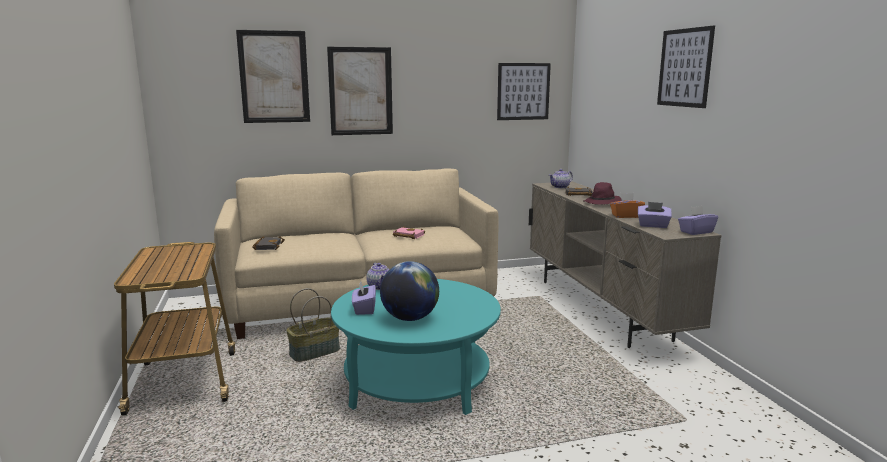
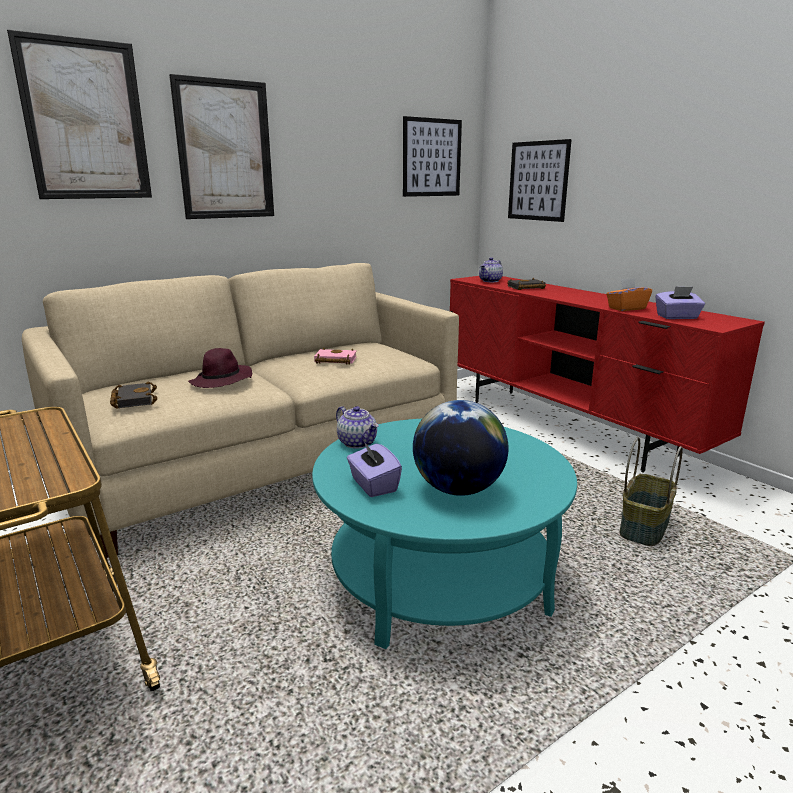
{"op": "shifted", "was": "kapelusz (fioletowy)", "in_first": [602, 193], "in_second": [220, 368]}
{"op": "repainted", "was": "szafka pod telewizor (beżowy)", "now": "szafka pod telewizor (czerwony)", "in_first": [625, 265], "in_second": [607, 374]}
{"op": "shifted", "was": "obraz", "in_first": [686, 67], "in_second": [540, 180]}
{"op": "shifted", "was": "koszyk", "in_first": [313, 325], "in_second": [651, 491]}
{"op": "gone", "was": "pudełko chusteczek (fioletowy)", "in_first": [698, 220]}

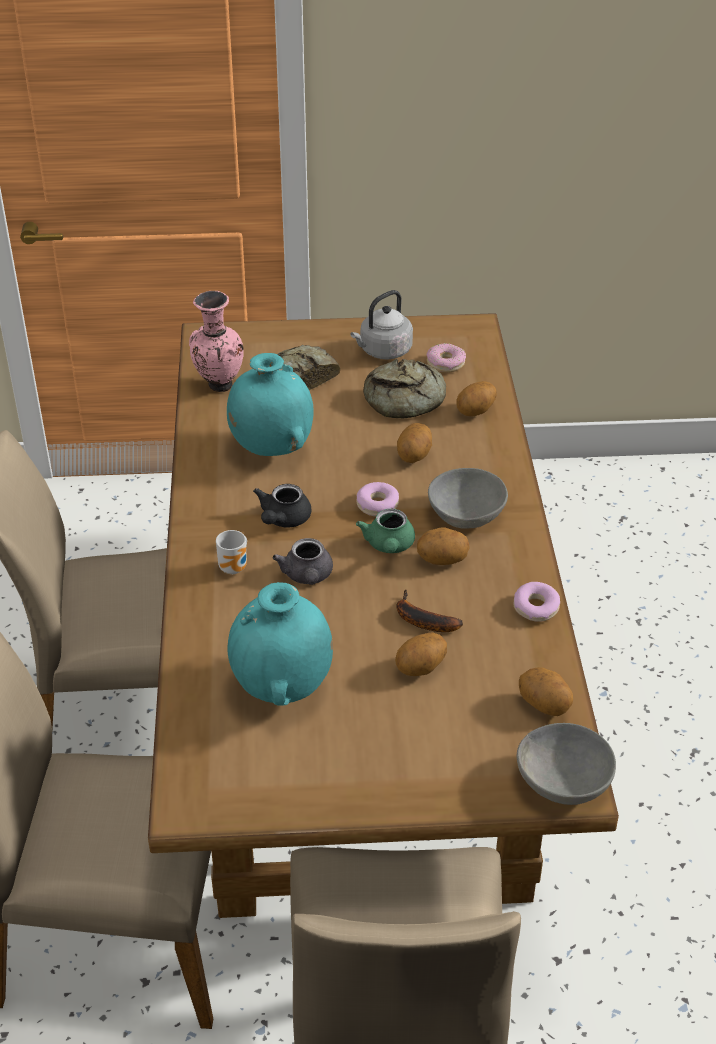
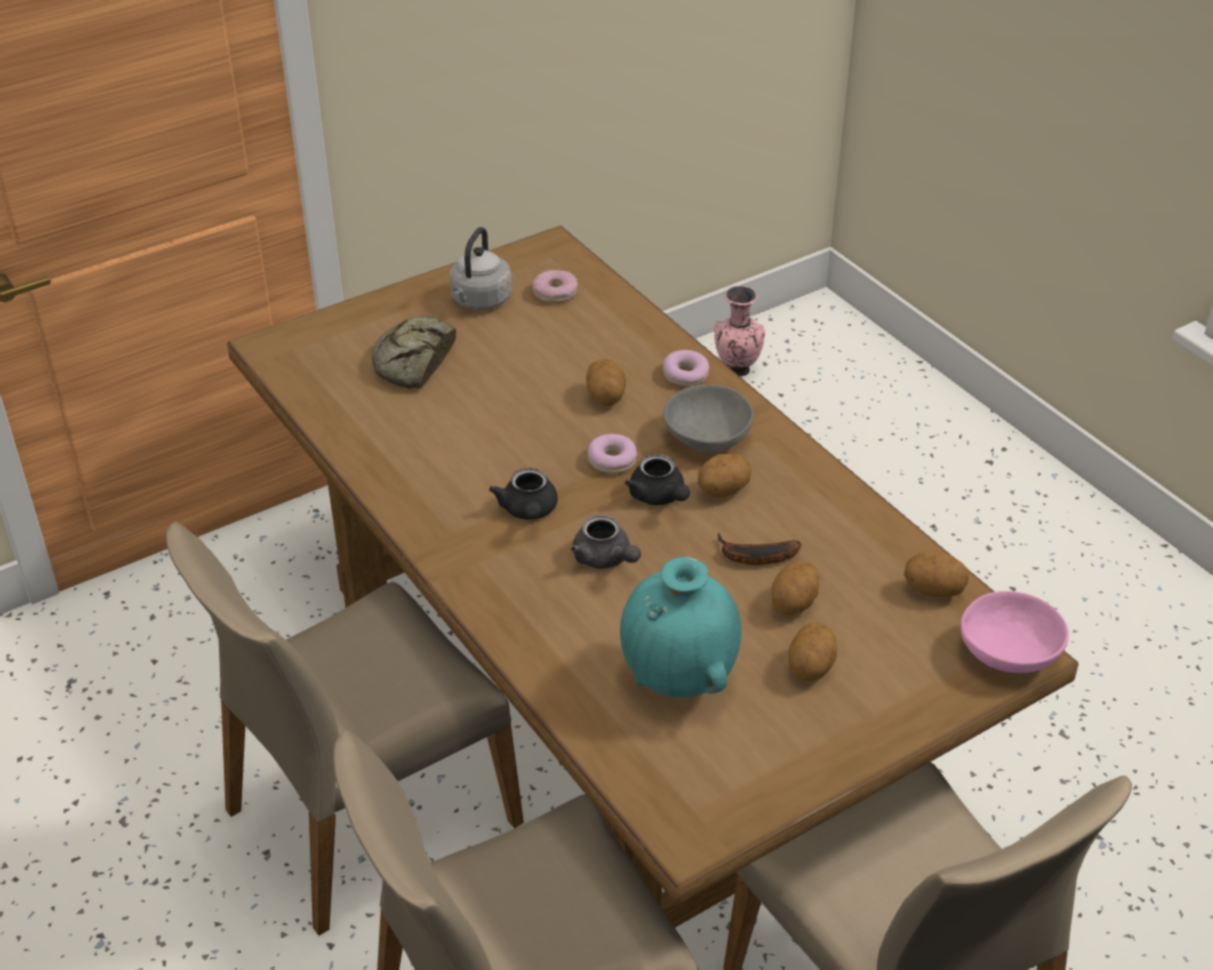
{"op": "repainted", "was": "imbryk (zielony)", "now": "imbryk (czarny)", "in_first": [385, 531], "in_second": [657, 479]}
{"op": "shifted", "was": "donut", "in_first": [536, 602], "in_second": [686, 368]}
{"op": "shifted", "was": "wazon (różowy)", "in_first": [216, 341], "in_second": [739, 331]}
{"op": "shifted", "was": "ziemniak", "in_first": [476, 398], "in_second": [812, 651]}
{"op": "repainted", "was": "miska (szary)", "now": "miska (różowy)", "in_first": [566, 764], "in_second": [1015, 632]}
{"op": "gone", "was": "kubek", "in_first": [231, 552]}
{"op": "gone", "was": "wazon (turkusowy)", "in_first": [270, 404]}
{"op": "gone", "was": "chleb", "in_first": [404, 388]}

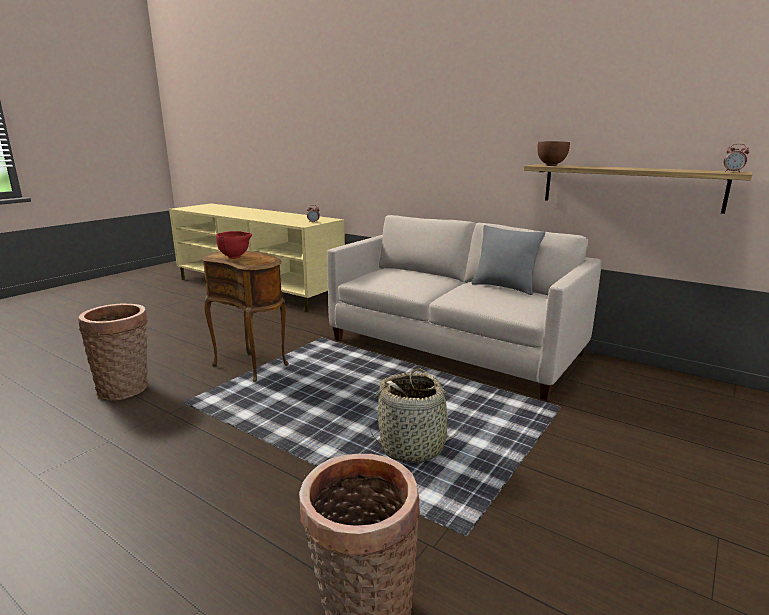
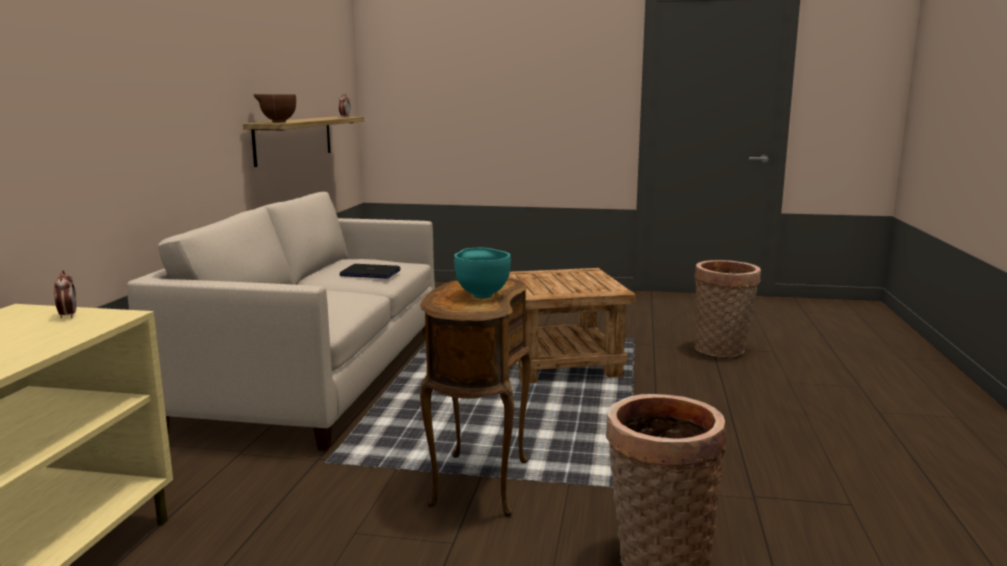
{"op": "new", "now": "laptop", "in_second": [370, 271]}
{"op": "repainted", "was": "miska (czerwony)", "now": "miska (turkusowy)", "in_first": [234, 245], "in_second": [482, 273]}
{"op": "swapped", "was": "koszyk", "now": "stolik (brązowy)", "in_first": [417, 416], "in_second": [572, 325]}
{"op": "gone", "was": "poduszka (szary)", "in_first": [508, 260]}

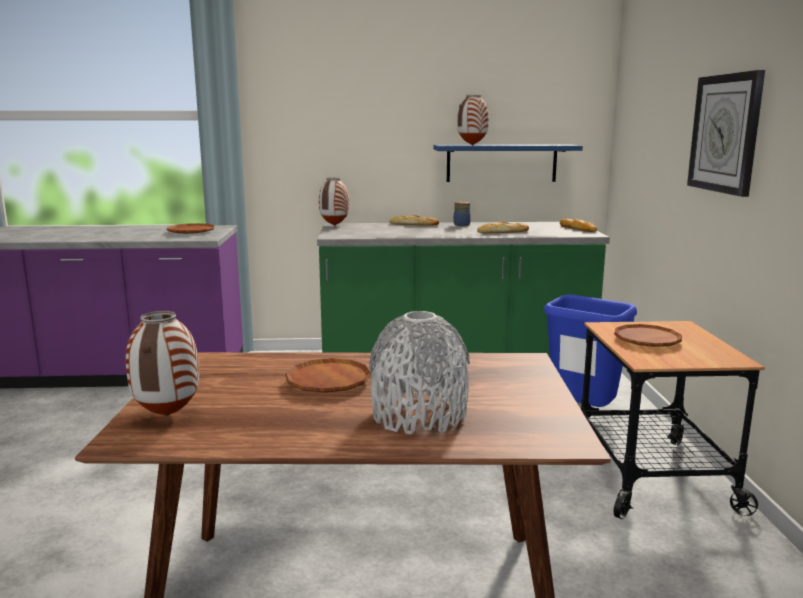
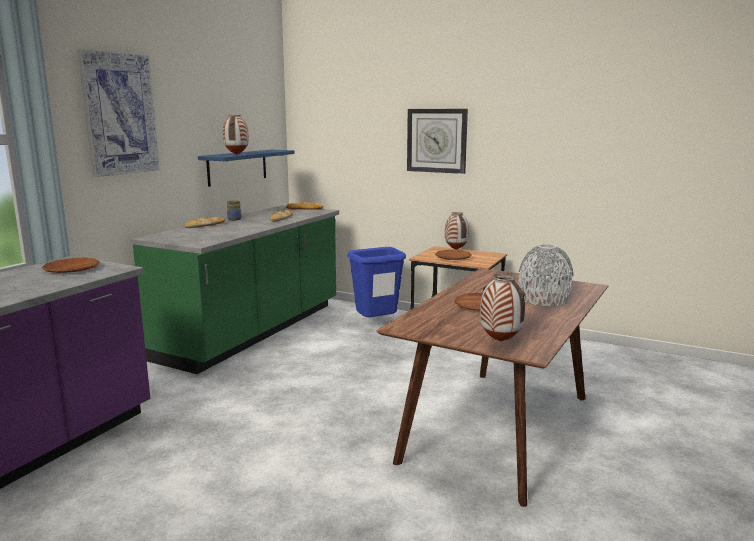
{"op": "new", "now": "obraz", "in_second": [118, 113]}
{"op": "shifted", "was": "wazon", "in_first": [334, 202], "in_second": [457, 231]}

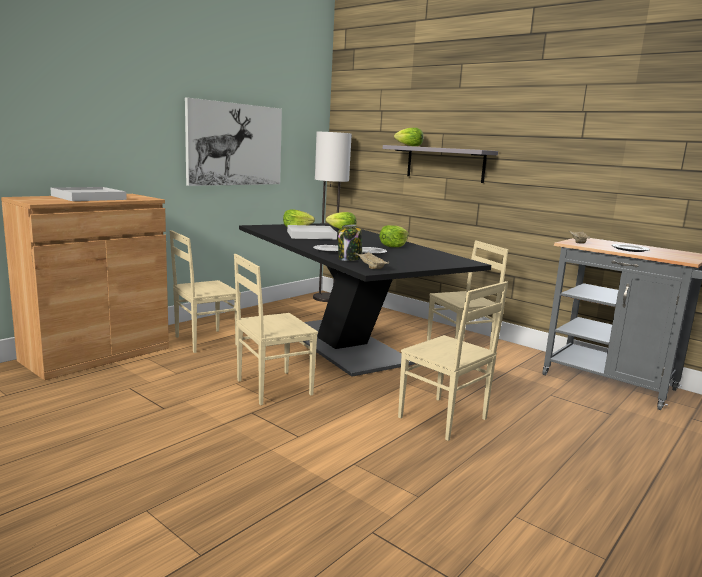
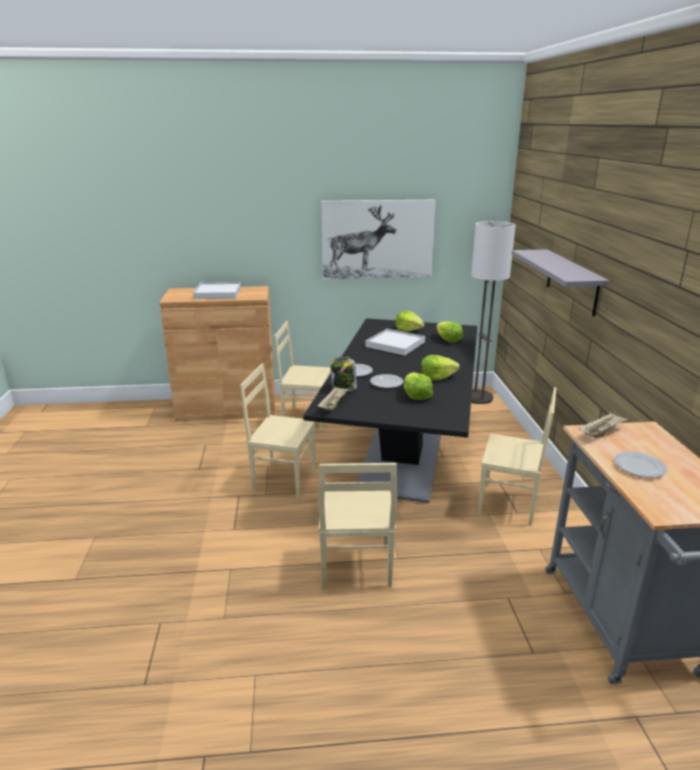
{"op": "shifted", "was": "sałata", "in_first": [408, 137], "in_second": [418, 386]}

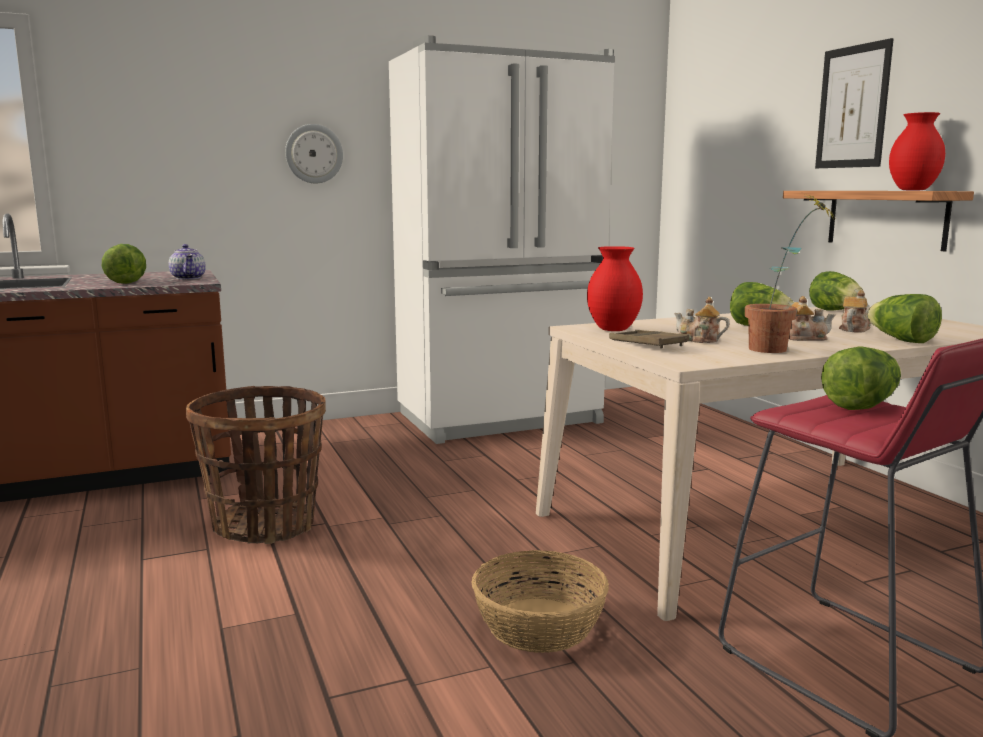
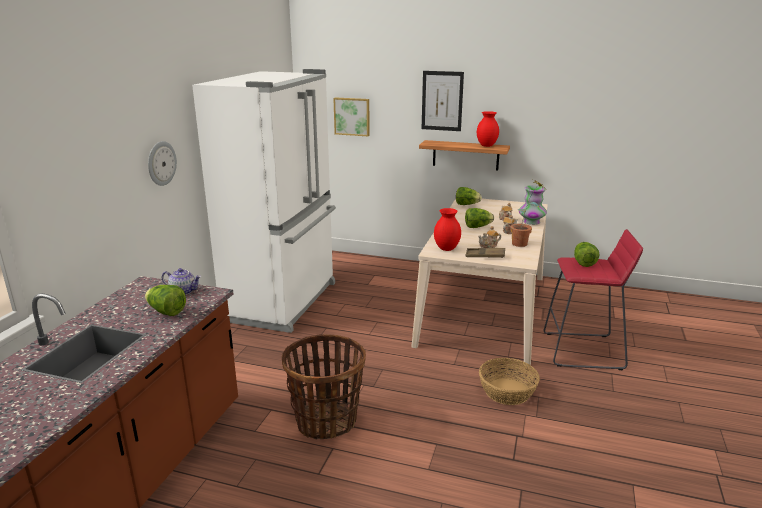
{"op": "new", "now": "obraz", "in_second": [351, 117]}
{"op": "swapped", "was": "sałata", "now": "wazon", "in_first": [904, 318], "in_second": [533, 205]}

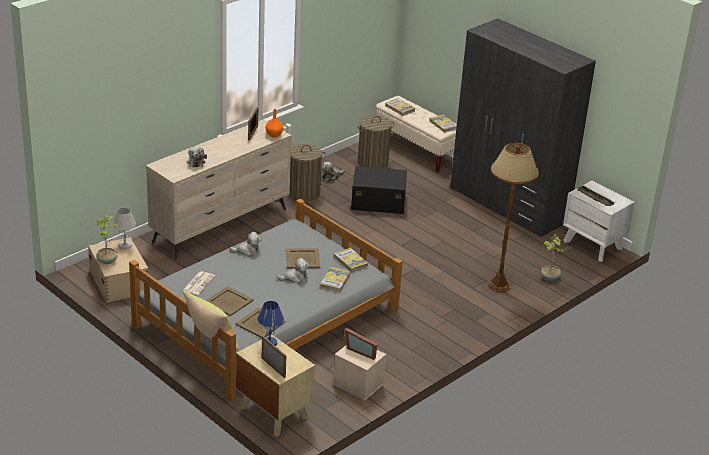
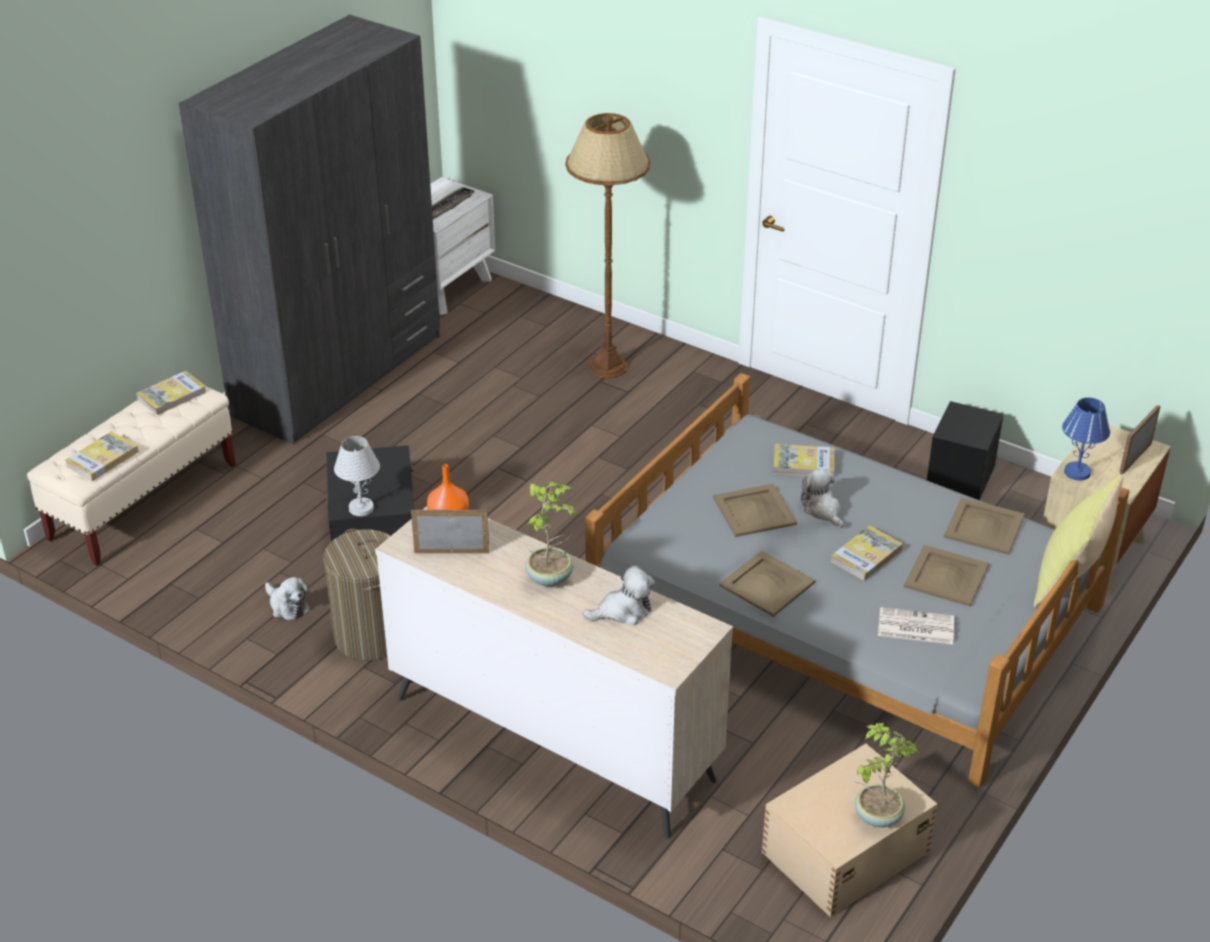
{"op": "shifted", "was": "lampa stołowa (biały)", "in_first": [124, 228], "in_second": [357, 476]}
{"op": "shifted", "was": "roślina doniczkowa", "in_first": [556, 257], "in_second": [551, 534]}
{"op": "swapped", "was": "pluszak", "now": "taca (beżowy)", "in_first": [245, 244], "in_second": [767, 584]}
{"op": "shifted", "was": "książka", "in_first": [351, 260], "in_second": [867, 553]}
{"op": "repainted", "was": "pojemnik do przechowywania (beżowy)", "now": "pojemnik do przechowywania (czarny)", "in_first": [359, 373], "in_second": [965, 450]}
{"op": "gone", "was": "ramka na zdjęcie", "in_first": [361, 344]}
{"op": "gone", "was": "kosz na pranie", "in_first": [375, 141]}

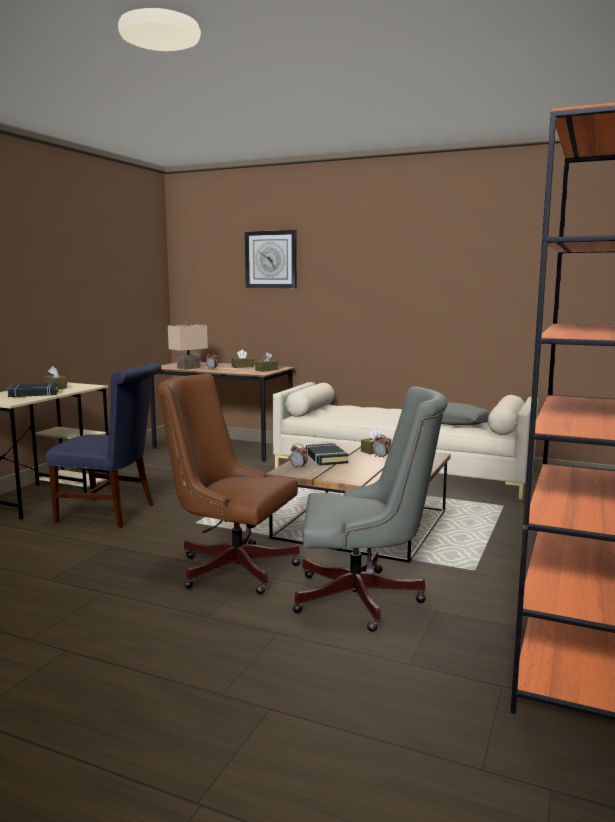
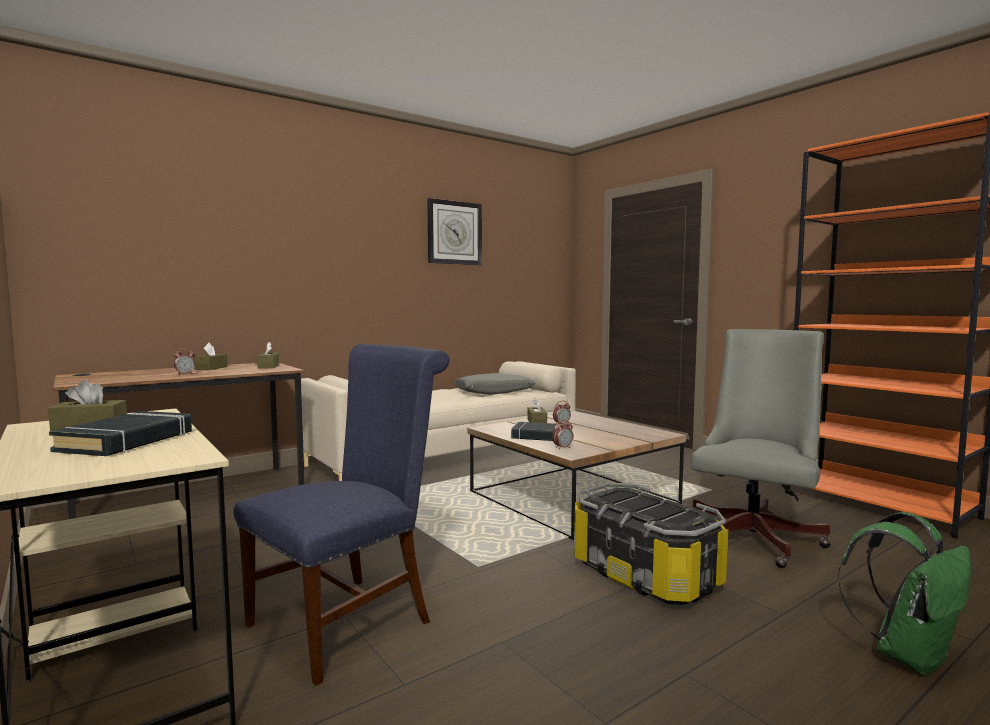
{"op": "shifted", "was": "zegar ścienny", "in_first": [271, 259], "in_second": [454, 231]}
{"op": "swapped", "was": "krzesło biurowe (brązowy)", "now": "pojemnik do przechowywania", "in_first": [229, 484], "in_second": [651, 544]}
{"op": "new", "now": "plecak (zielony)", "in_second": [904, 593]}
{"op": "gone", "was": "lampa stołowa (beżowy)", "in_first": [188, 346]}

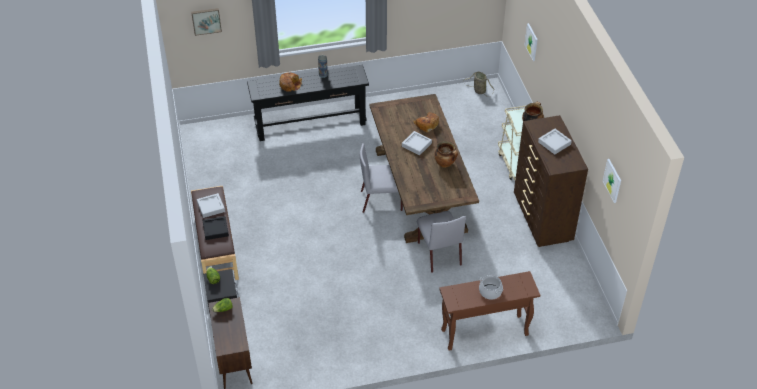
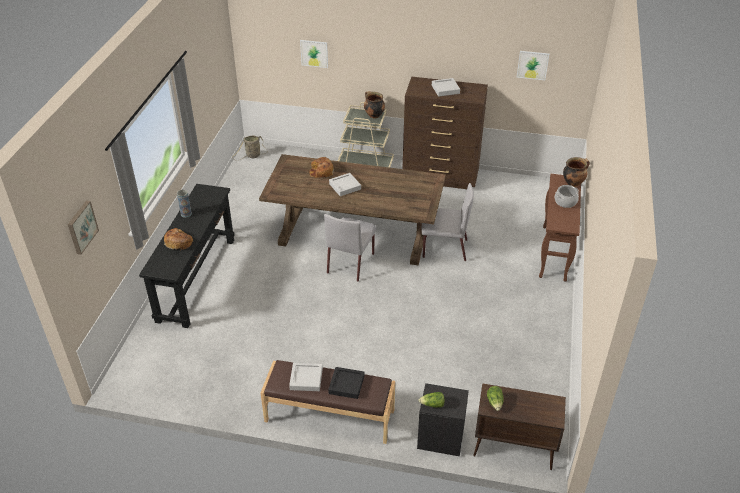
{"op": "shifted", "was": "garnek", "in_first": [446, 154], "in_second": [576, 172]}

